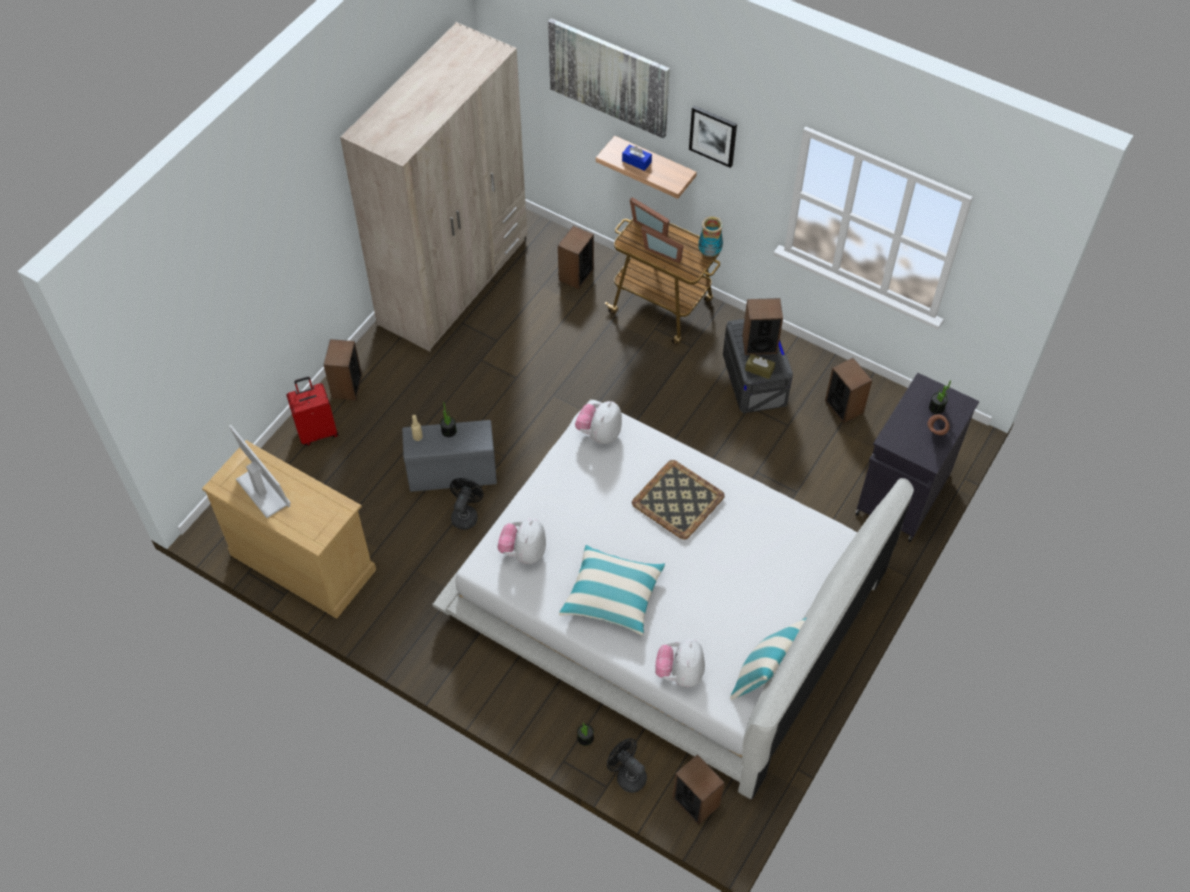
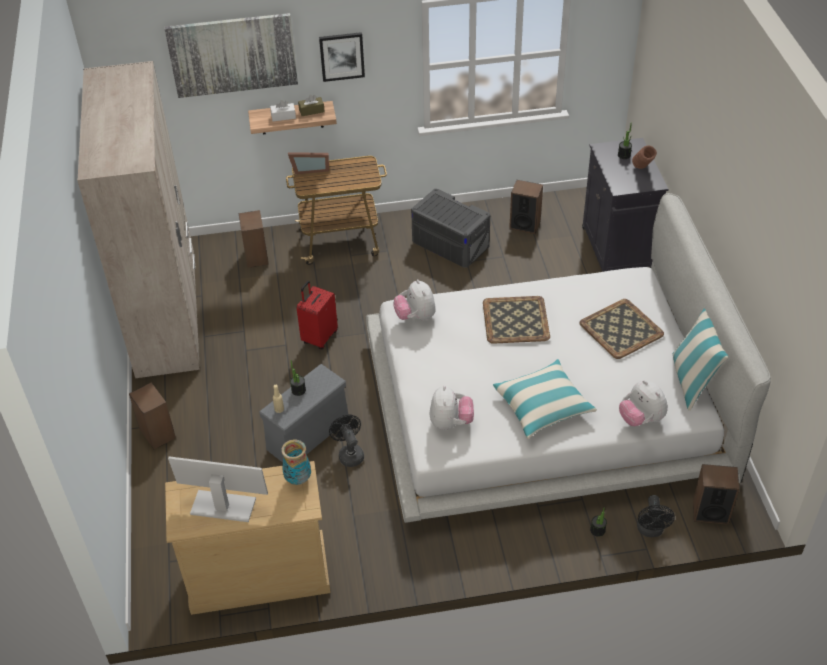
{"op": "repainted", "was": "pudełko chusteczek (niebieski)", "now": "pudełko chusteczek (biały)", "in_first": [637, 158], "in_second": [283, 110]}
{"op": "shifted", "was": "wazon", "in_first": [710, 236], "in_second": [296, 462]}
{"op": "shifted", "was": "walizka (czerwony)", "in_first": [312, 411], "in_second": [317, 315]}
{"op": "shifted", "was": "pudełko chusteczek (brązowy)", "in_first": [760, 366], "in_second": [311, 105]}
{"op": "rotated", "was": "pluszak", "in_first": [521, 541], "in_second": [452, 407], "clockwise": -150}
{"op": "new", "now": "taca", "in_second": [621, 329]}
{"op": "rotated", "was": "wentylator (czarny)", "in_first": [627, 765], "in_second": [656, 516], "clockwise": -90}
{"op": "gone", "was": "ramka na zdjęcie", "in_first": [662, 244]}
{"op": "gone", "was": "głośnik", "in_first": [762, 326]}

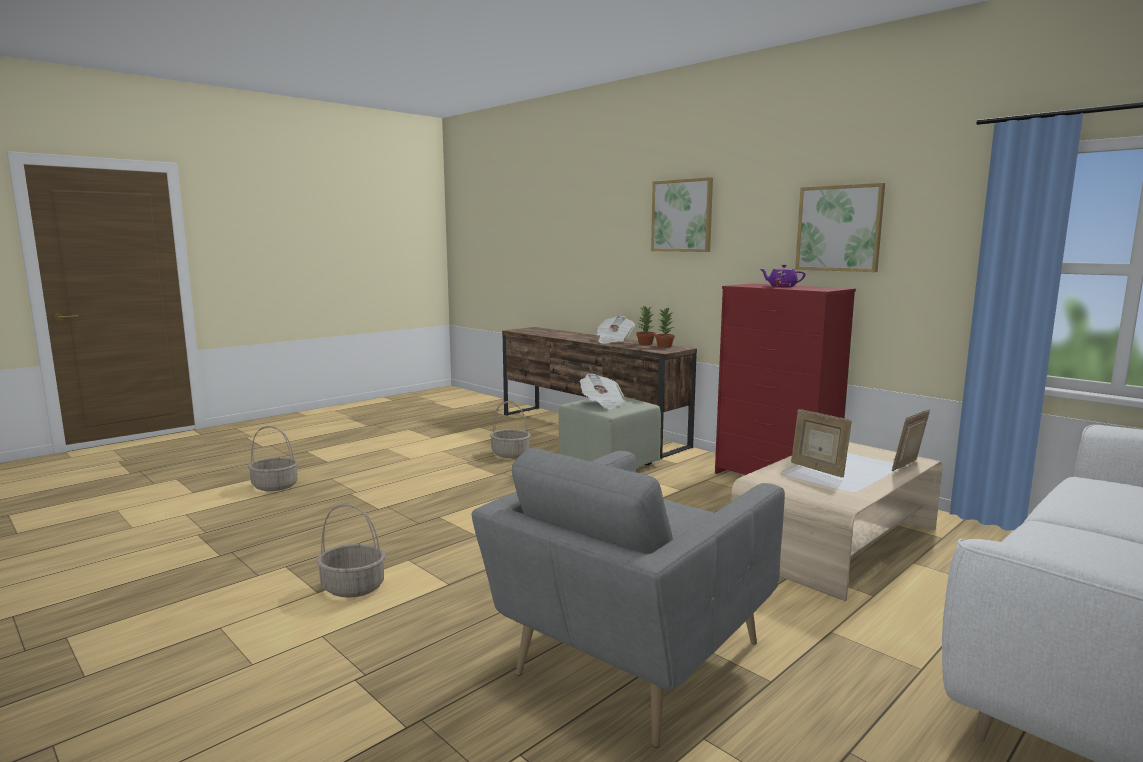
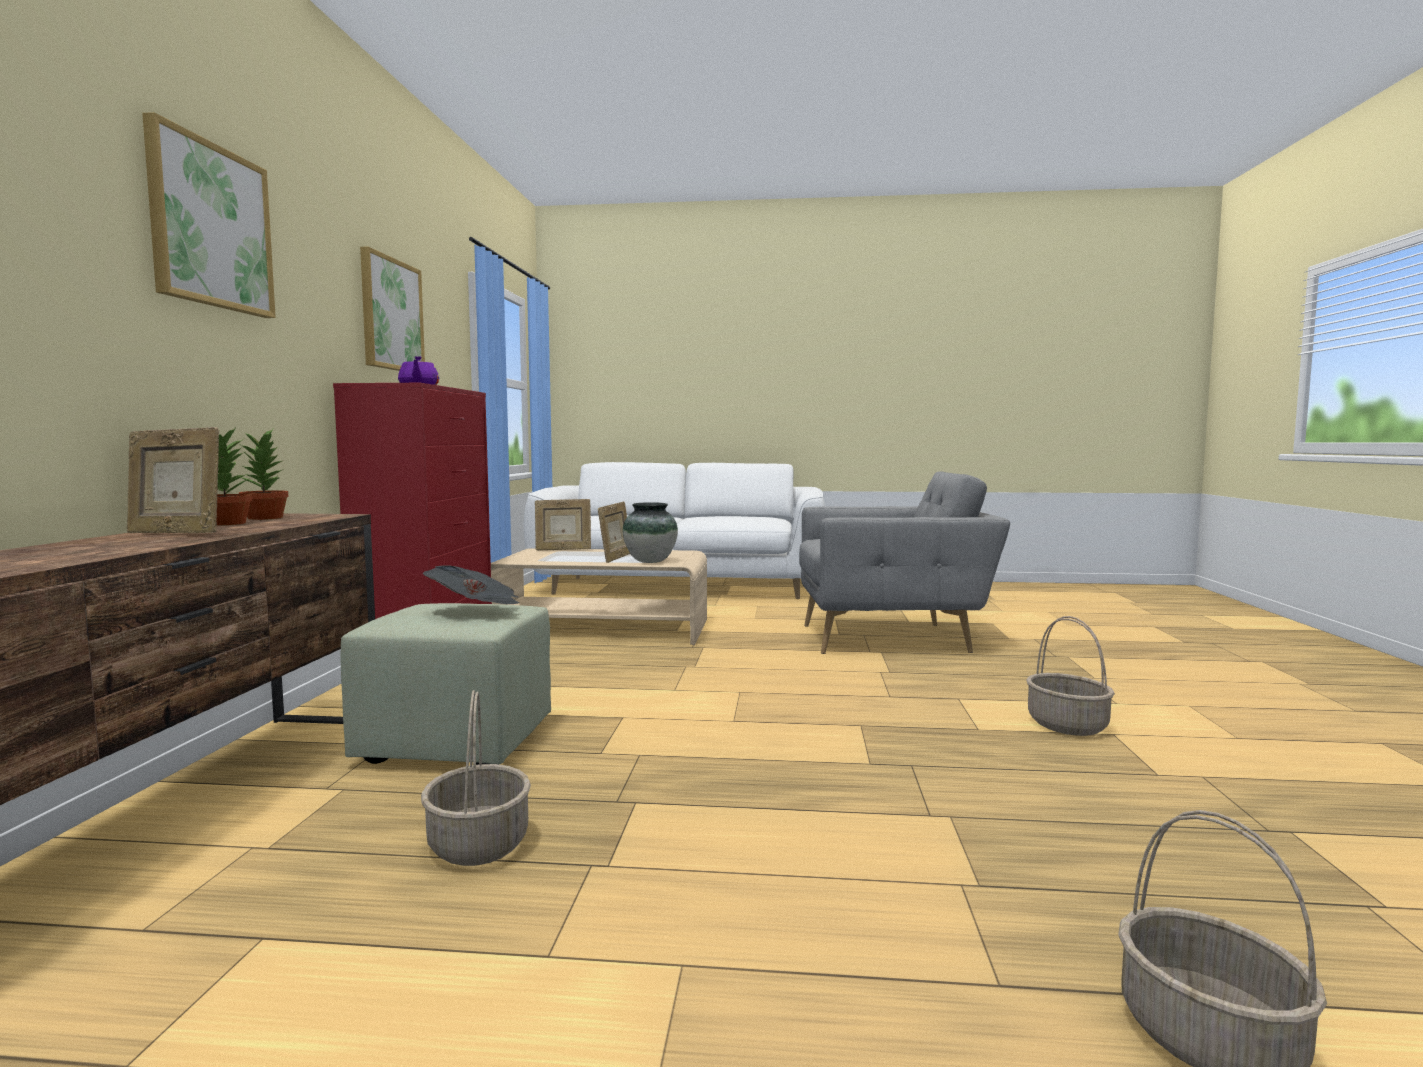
{"op": "swapped", "was": "gazeta", "now": "ramka na zdjęcie", "in_first": [615, 330], "in_second": [173, 480]}
{"op": "new", "now": "wazon", "in_second": [650, 532]}

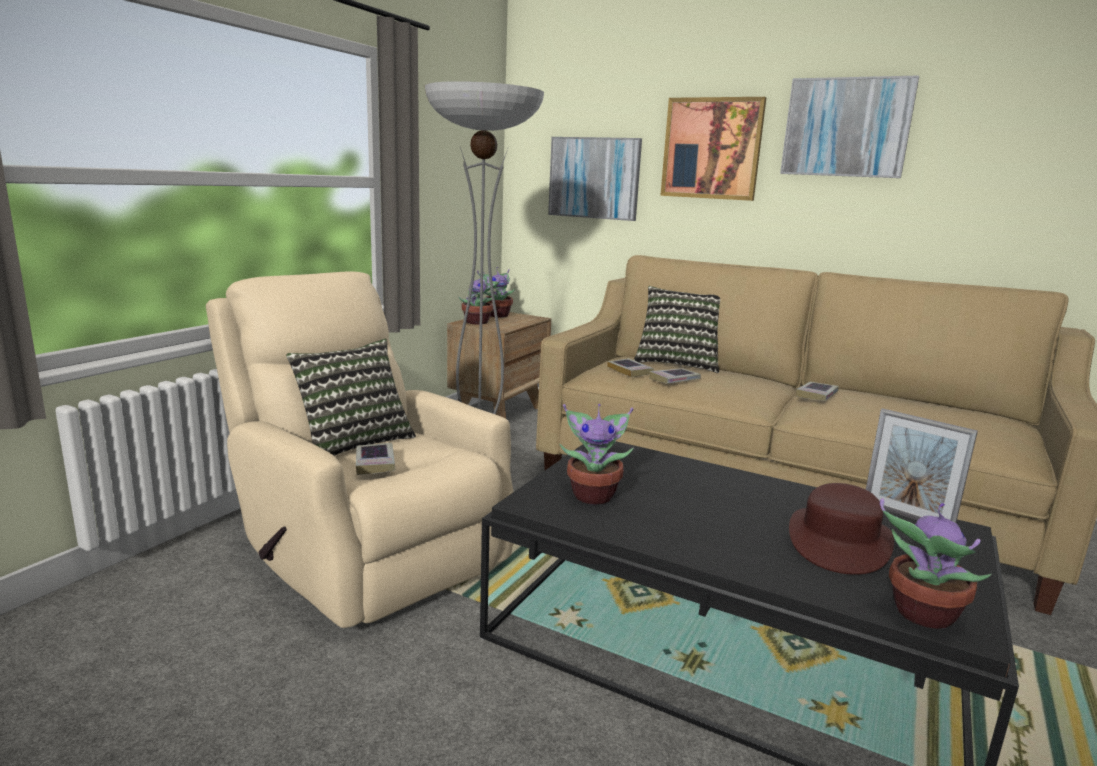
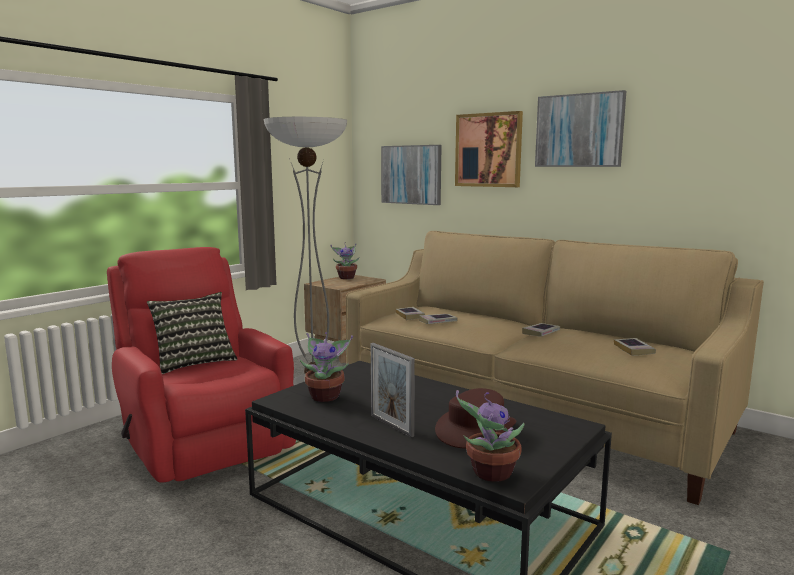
{"op": "repainted", "was": "fotel (beżowy)", "now": "fotel (czerwony)", "in_first": [359, 449], "in_second": [201, 364]}
{"op": "shifted", "was": "ramka na zdjęcie", "in_first": [922, 465], "in_second": [393, 390]}
{"op": "shifted", "was": "książka", "in_first": [376, 459], "in_second": [635, 347]}
{"op": "gone", "was": "roślina doniczkowa", "in_first": [479, 298]}
{"op": "gone", "was": "poduszka", "in_first": [677, 329]}

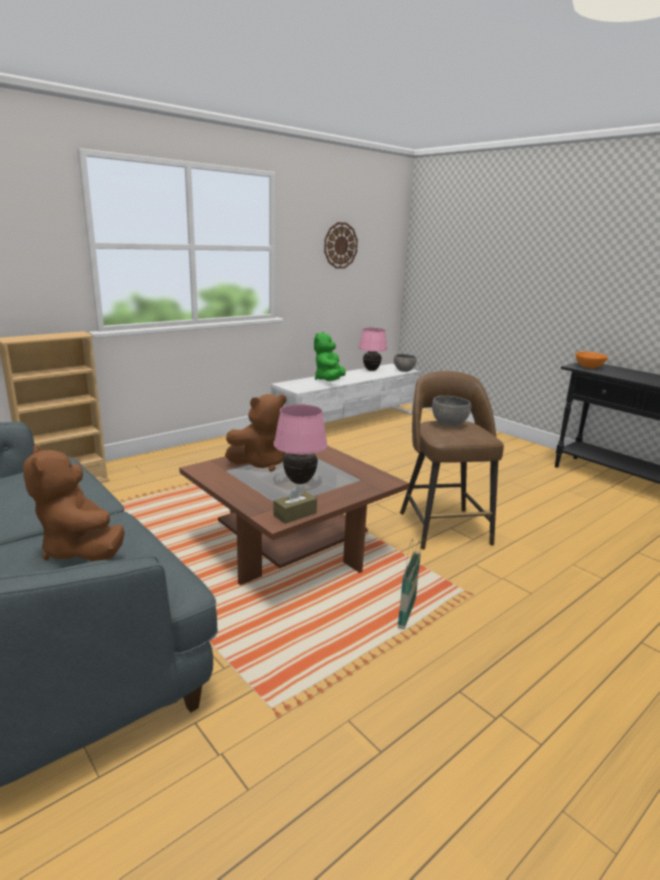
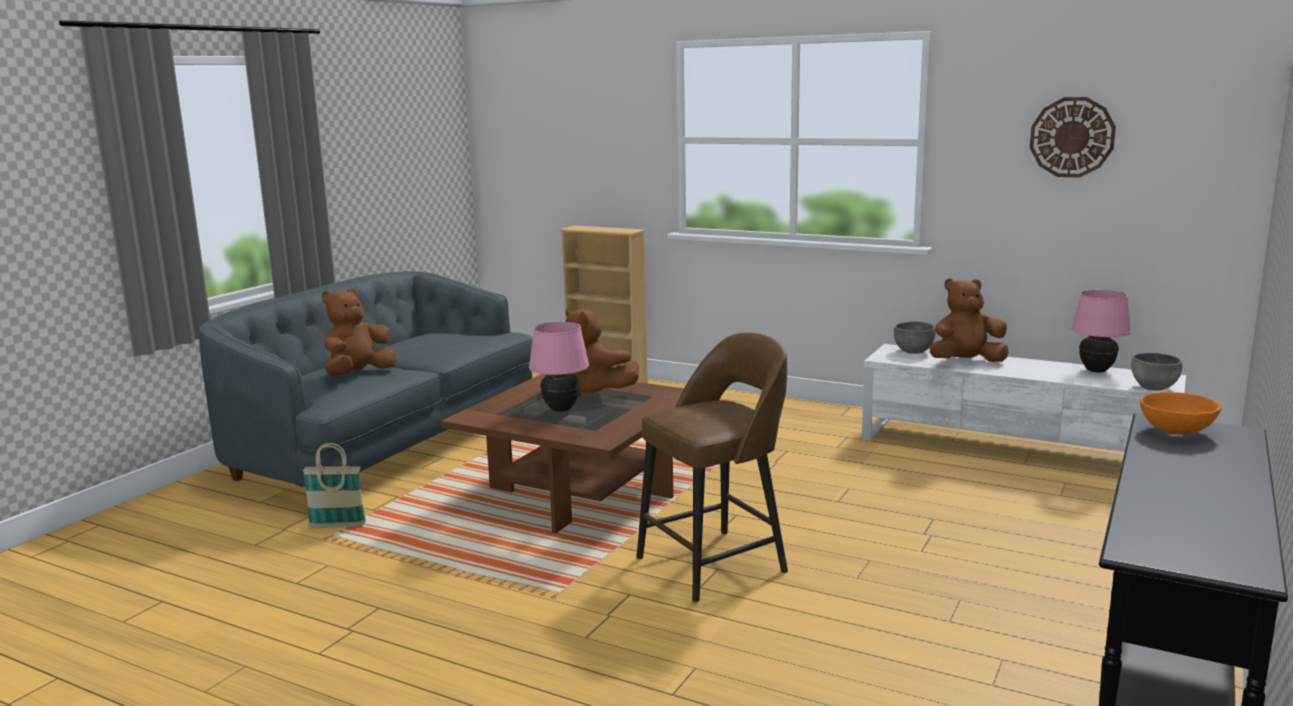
{"op": "shifted", "was": "koszyk", "in_first": [409, 584], "in_second": [334, 485]}
{"op": "shifted", "was": "miska (szary)", "in_first": [451, 411], "in_second": [915, 337]}
{"op": "repainted", "was": "pluszak (zielony)", "now": "pluszak (brązowy)", "in_first": [330, 356], "in_second": [969, 320]}
{"op": "gone", "was": "pudełko chusteczek (brązowy)", "in_first": [295, 504]}

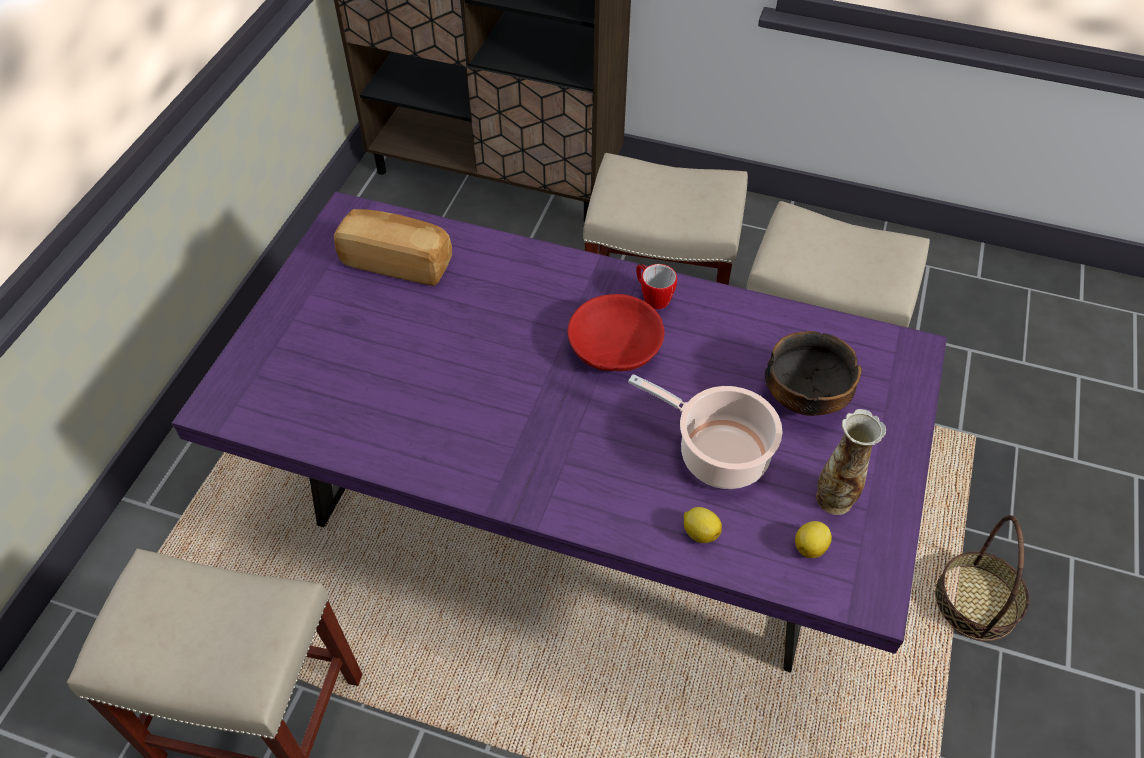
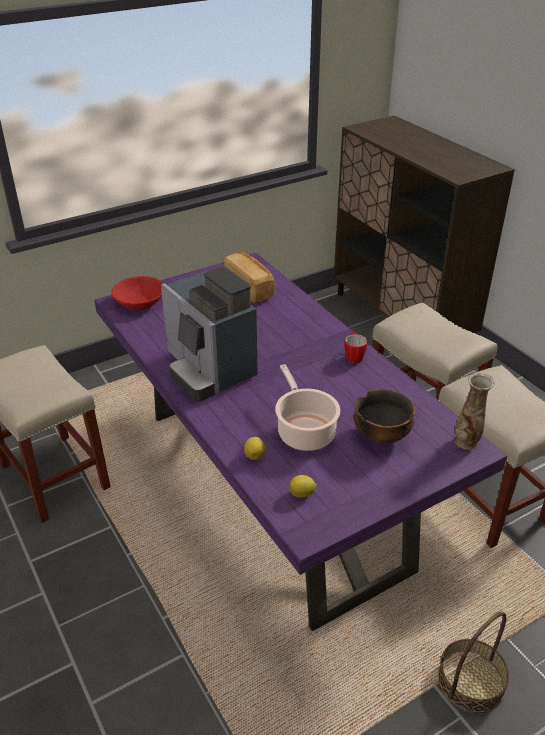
{"op": "shifted", "was": "miska (czerwony)", "in_first": [616, 332], "in_second": [137, 293]}
{"op": "new", "now": "ekspres do kawy", "in_second": [209, 334]}
{"op": "shifted", "was": "wazon", "in_first": [851, 462], "in_second": [474, 411]}

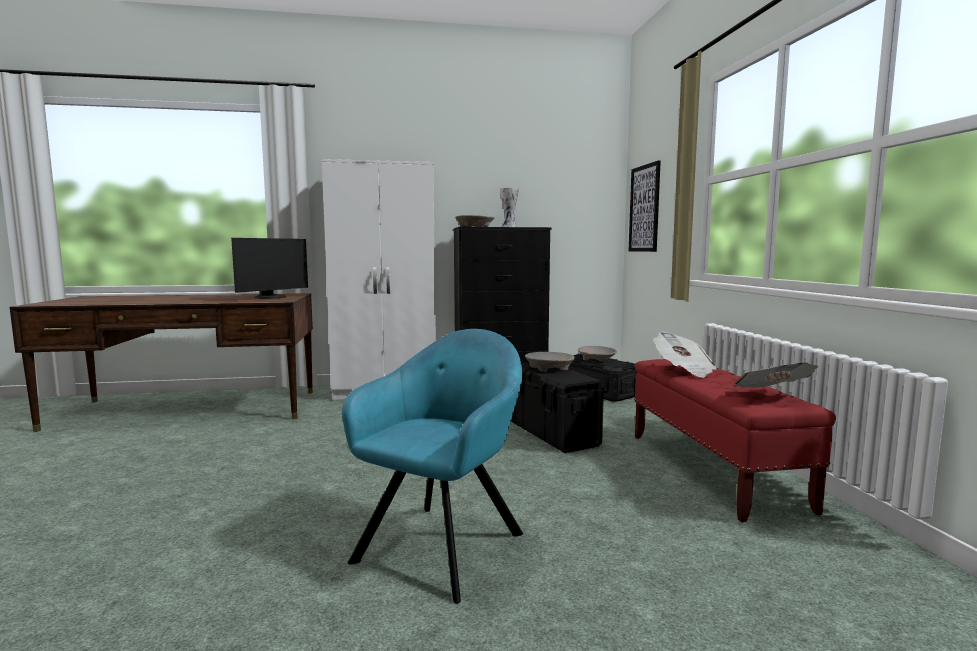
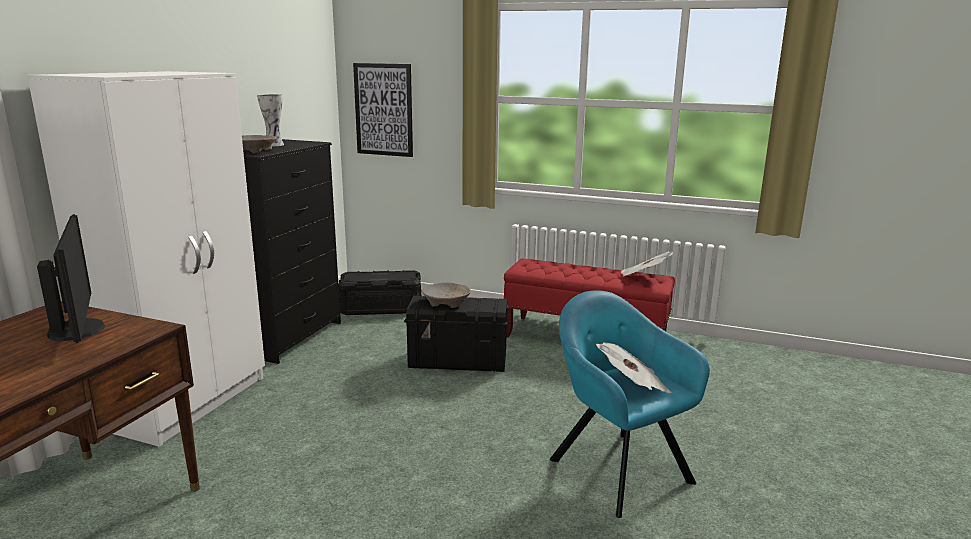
{"op": "shifted", "was": "gazeta", "in_first": [685, 355], "in_second": [633, 367]}
{"op": "gone", "was": "miska (beżowy)", "in_first": [597, 354]}

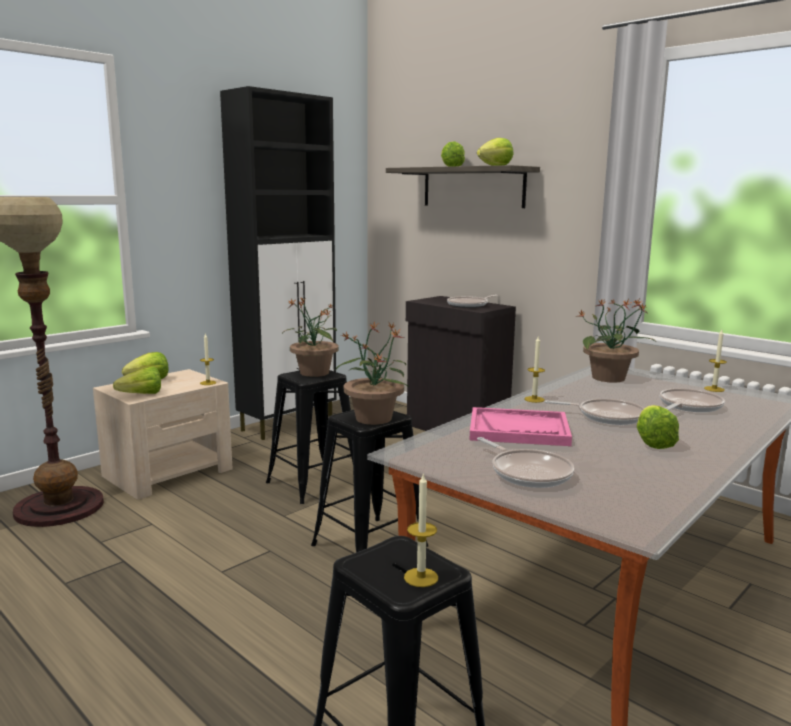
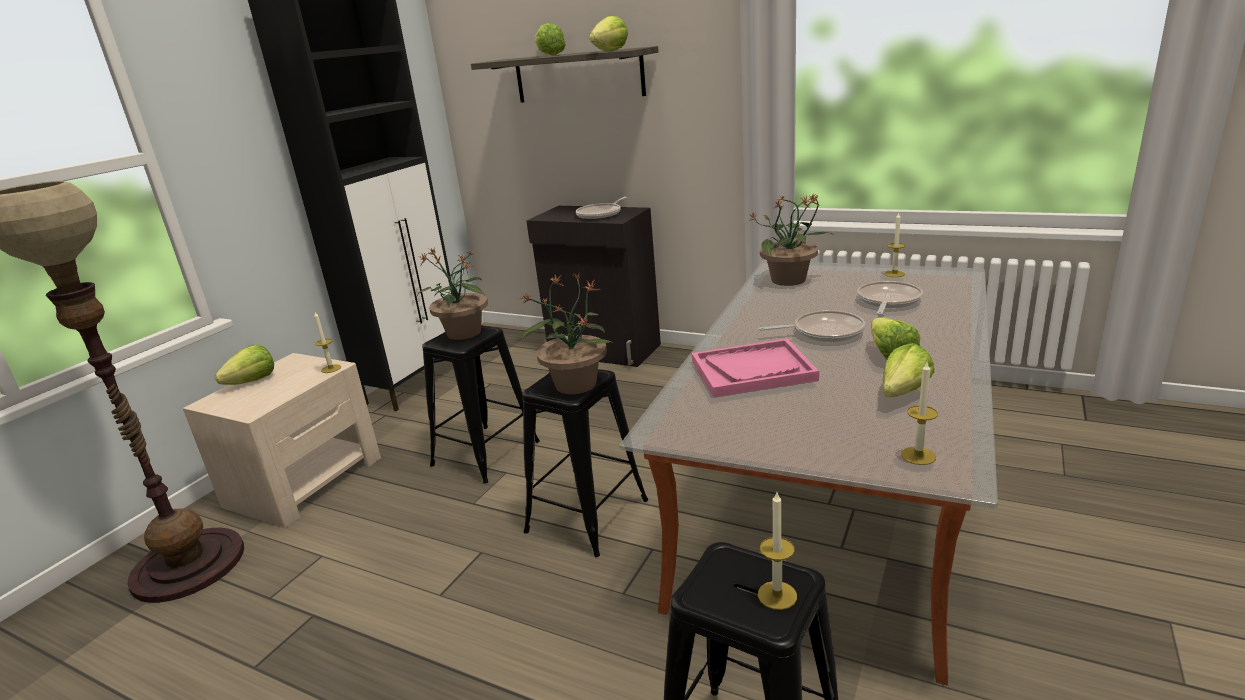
{"op": "shifted", "was": "sałata", "in_first": [137, 380], "in_second": [908, 370]}
{"op": "shifted", "was": "świeca", "in_first": [534, 370], "in_second": [919, 413]}
{"op": "gone", "was": "patelnia", "in_first": [525, 462]}

